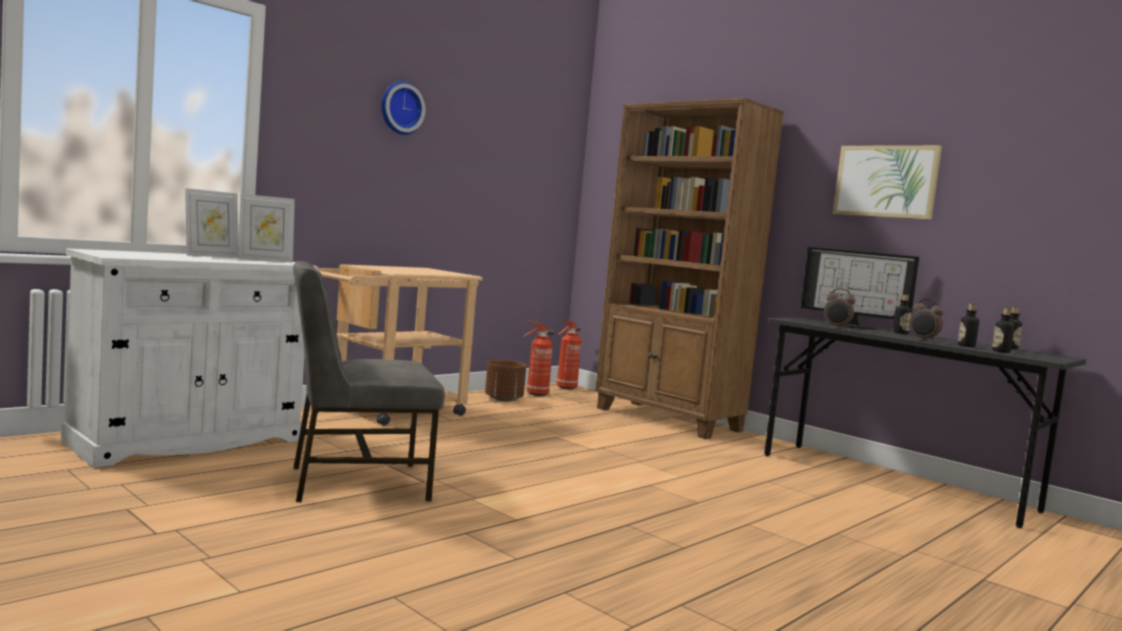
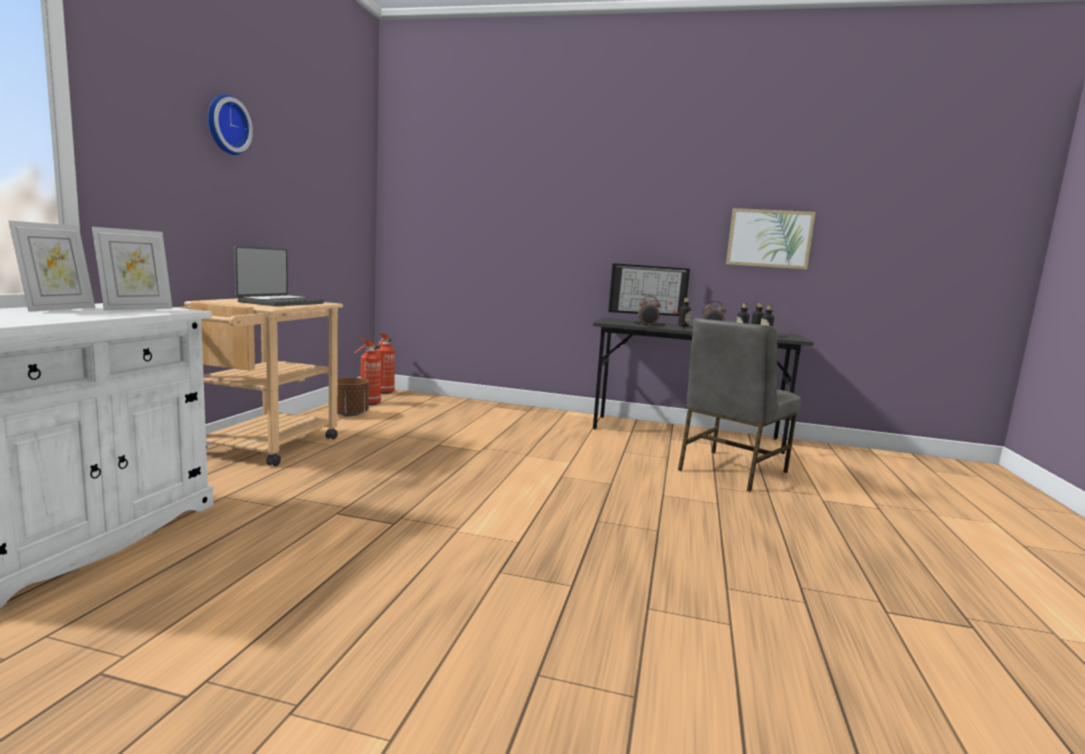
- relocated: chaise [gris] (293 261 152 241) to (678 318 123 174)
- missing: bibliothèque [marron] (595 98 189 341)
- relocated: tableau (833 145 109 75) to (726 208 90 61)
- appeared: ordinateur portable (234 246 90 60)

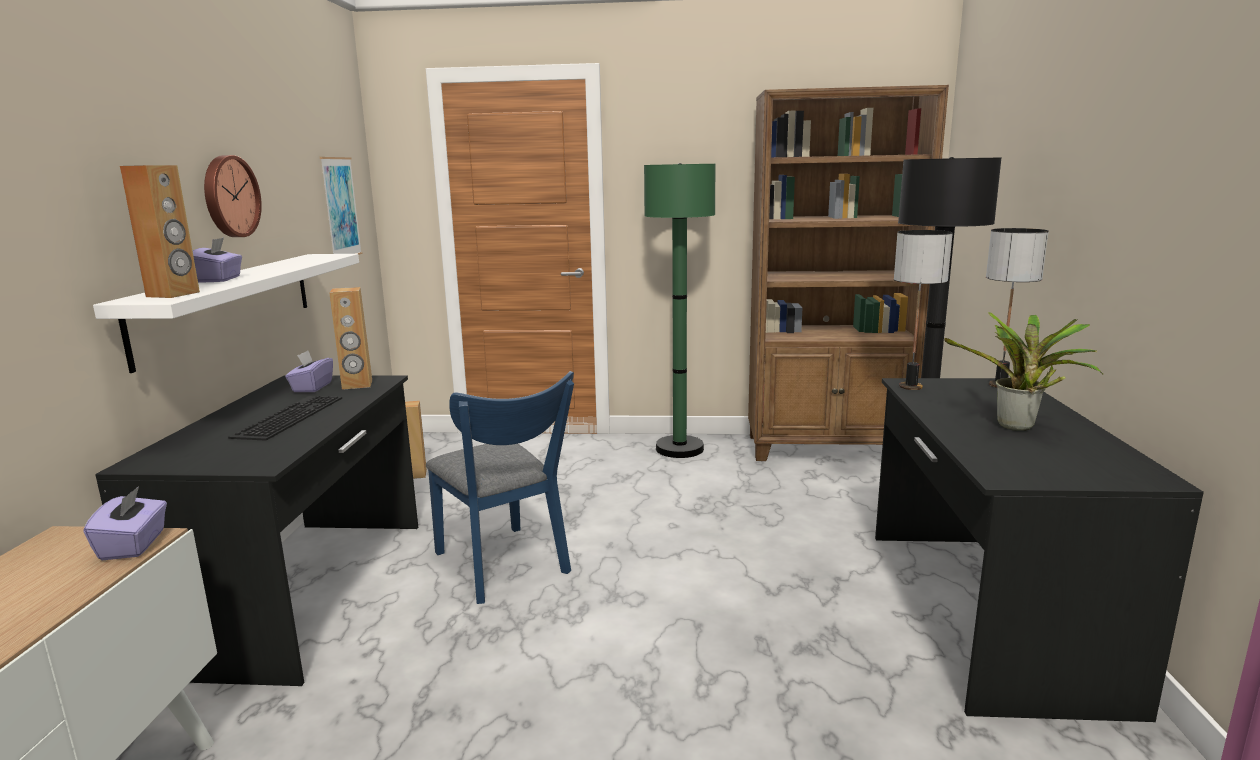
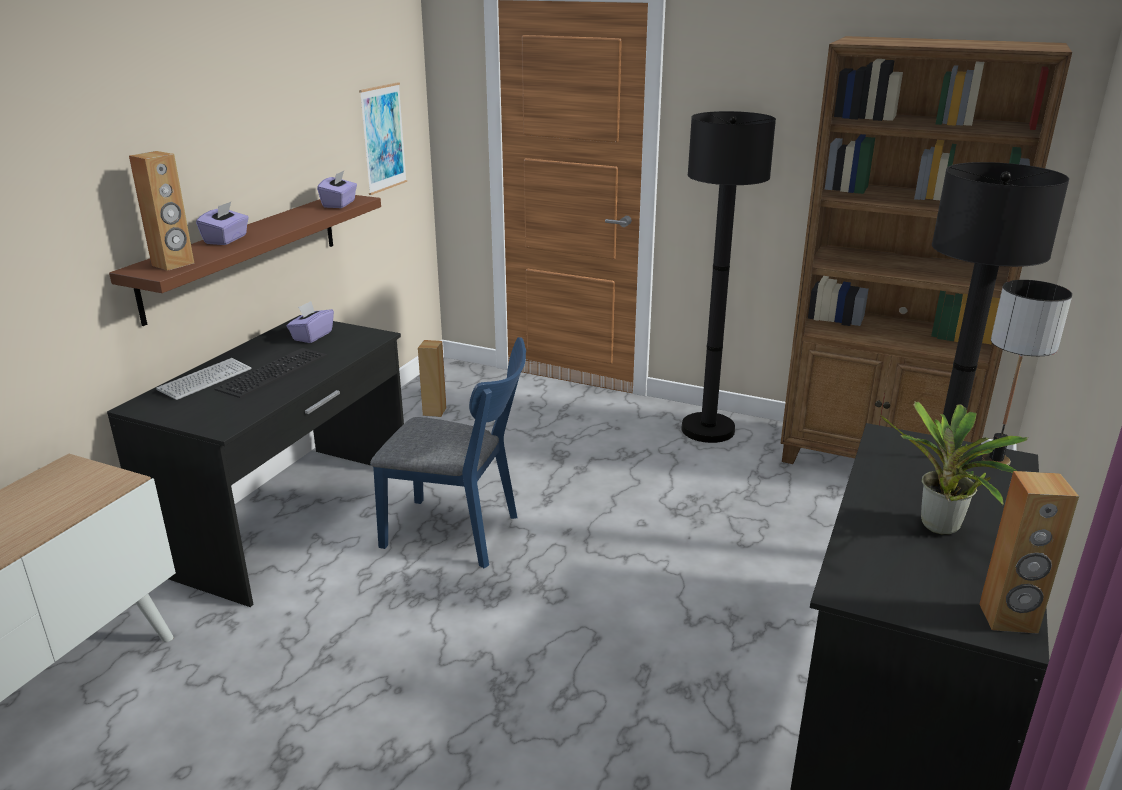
- relocated: boîte à mouchoirs [violet] (83 486 84 74) to (317 171 40 37)
- colour: étagère [blanc] (93 254 266 119) to étagère [marron] (109 195 272 131)
- missing: horloge murale (204 155 58 82)
- relocated: enceinte [marron] (329 287 43 103) to (979 471 100 163)
- spun: chaise [bleu] (426 371 148 233) = (370 337 156 231) 60 degrees counterclockwise
- colour: lampadaire [vert] (644 163 71 295) to lampadaire [noir] (681 111 95 332)
- missing: lampe de table (894 230 59 160)
- appeared: clavier (156 358 95 42)

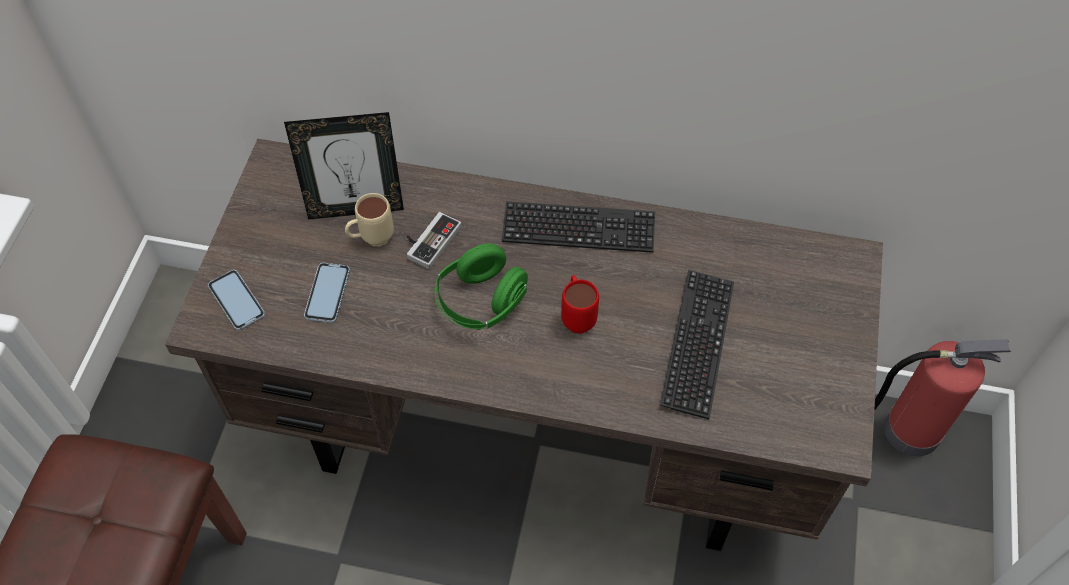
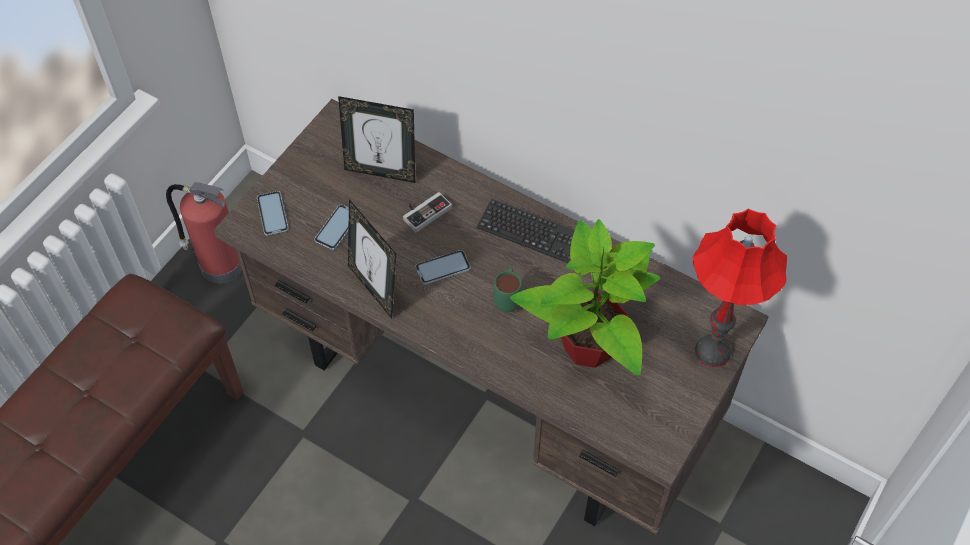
- missing: mug [beige] (345 193 49 53)
- exchanged: casque audio [vert] (435 243 93 87) to téléphone (415 250 56 34)
- colour: mug [rouge] (561 275 38 59) to mug [vert] (494 268 28 45)
- exchanged: clavier (660 270 74 149) to plante en pot (510 219 151 157)
- relocated: extincteur (874 339 137 118) to (166 182 76 101)
- appeared: cadre photo (348 199 48 119)
- appeared: lampe de table [rouge] (693 208 94 159)

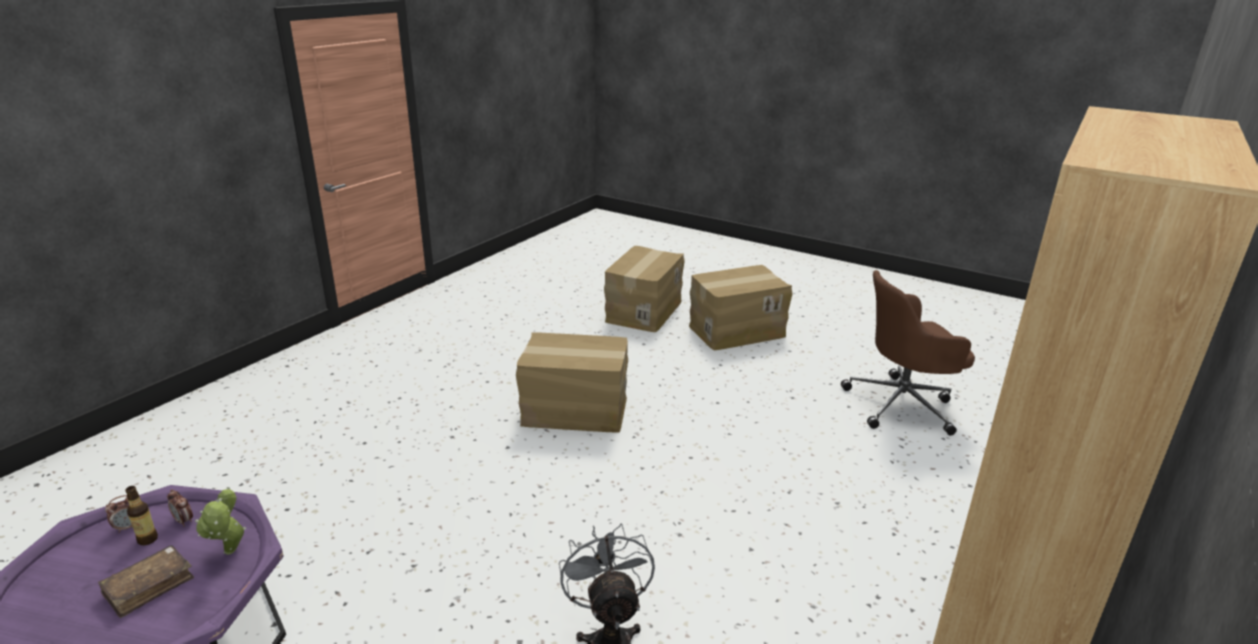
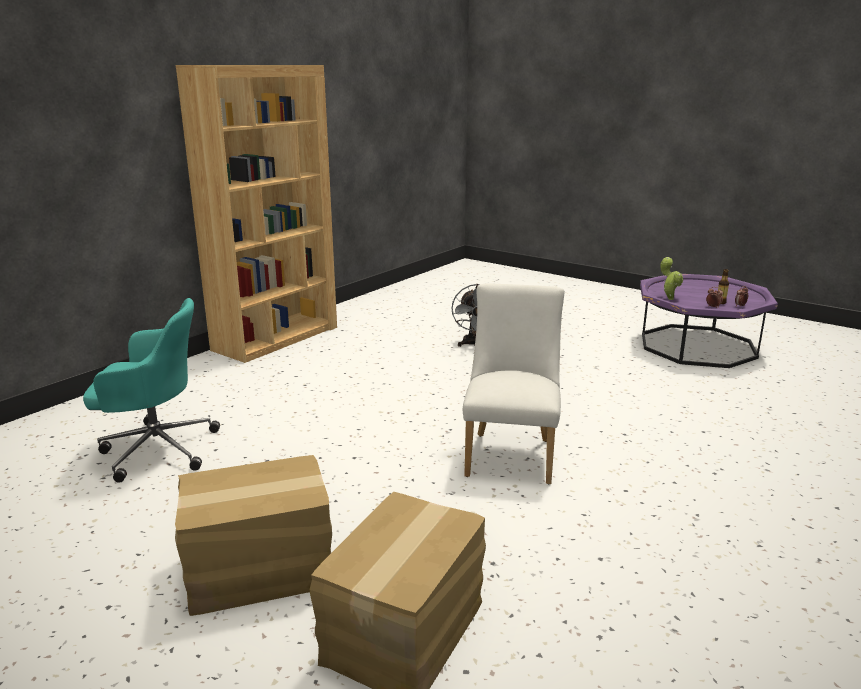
- missing: livre [marron] (98 545 96 73)
- exchanged: carton (516 332 112 101) to chaise [blanc] (463 284 102 200)
- colour: chaise de bureau [marron] (841 270 134 165) to chaise de bureau [turquoise] (83 298 137 185)

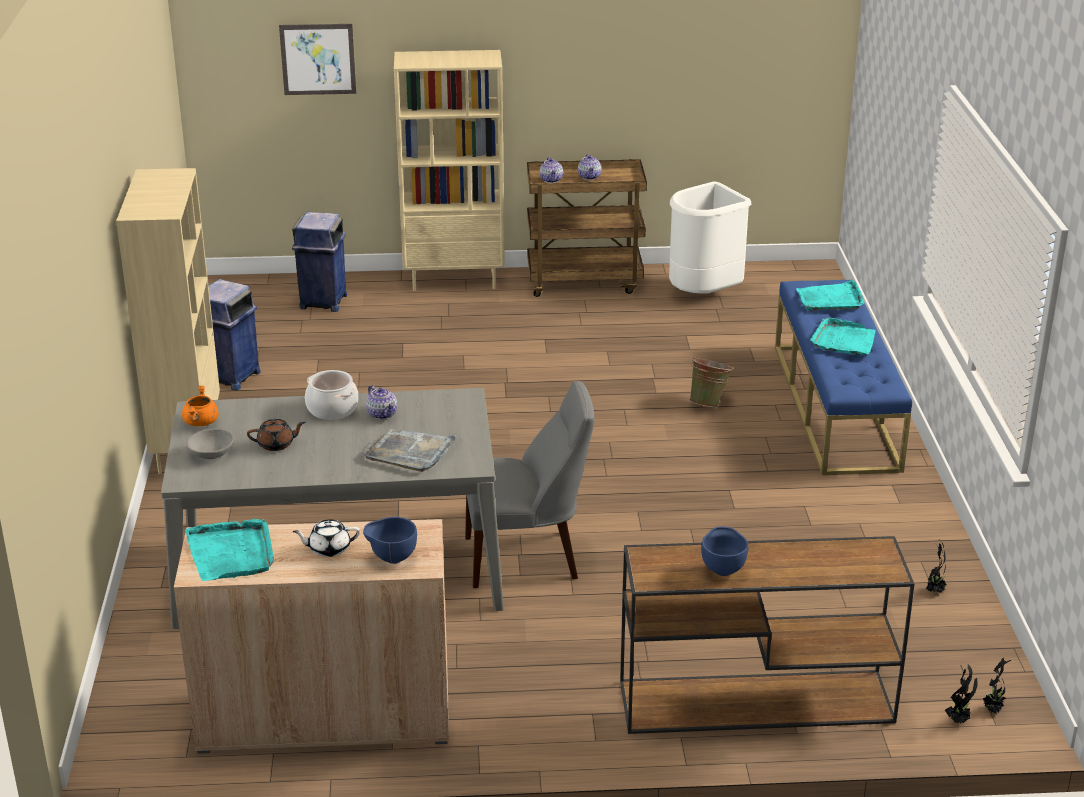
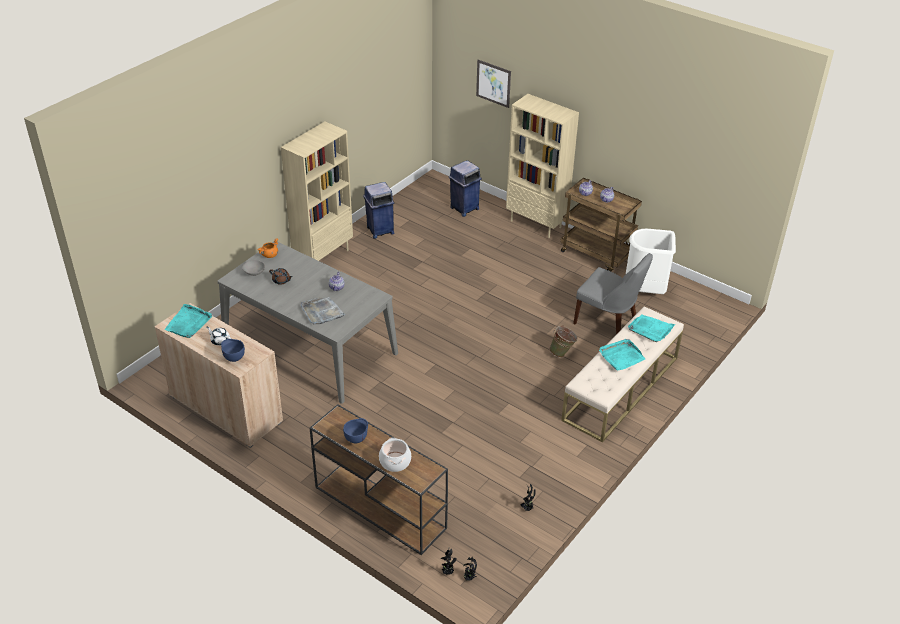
- relocated: marmite (305 370 54 50) to (379 438 32 34)
- relocated: chaise [gris] (465 381 130 207) to (573 253 80 81)
- colour: banc [bleu] (775 280 137 195) to banc [beige] (561 306 123 136)

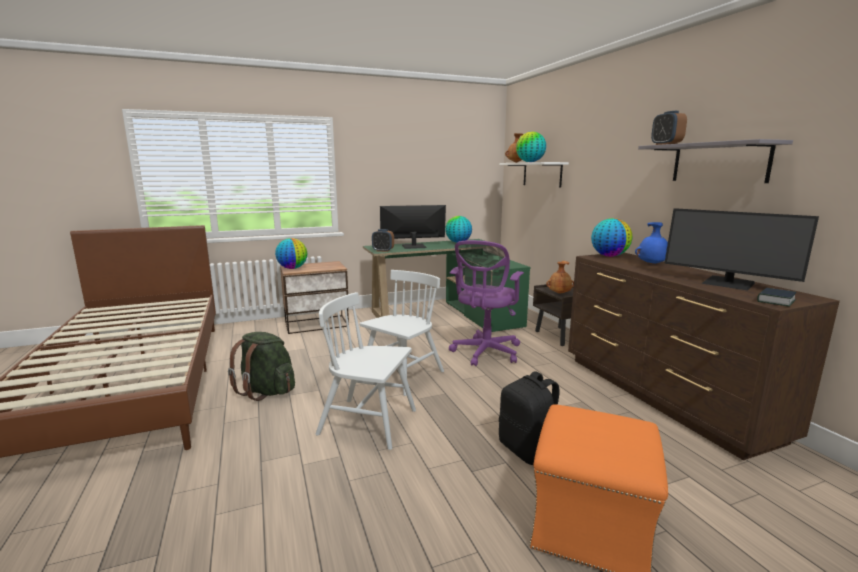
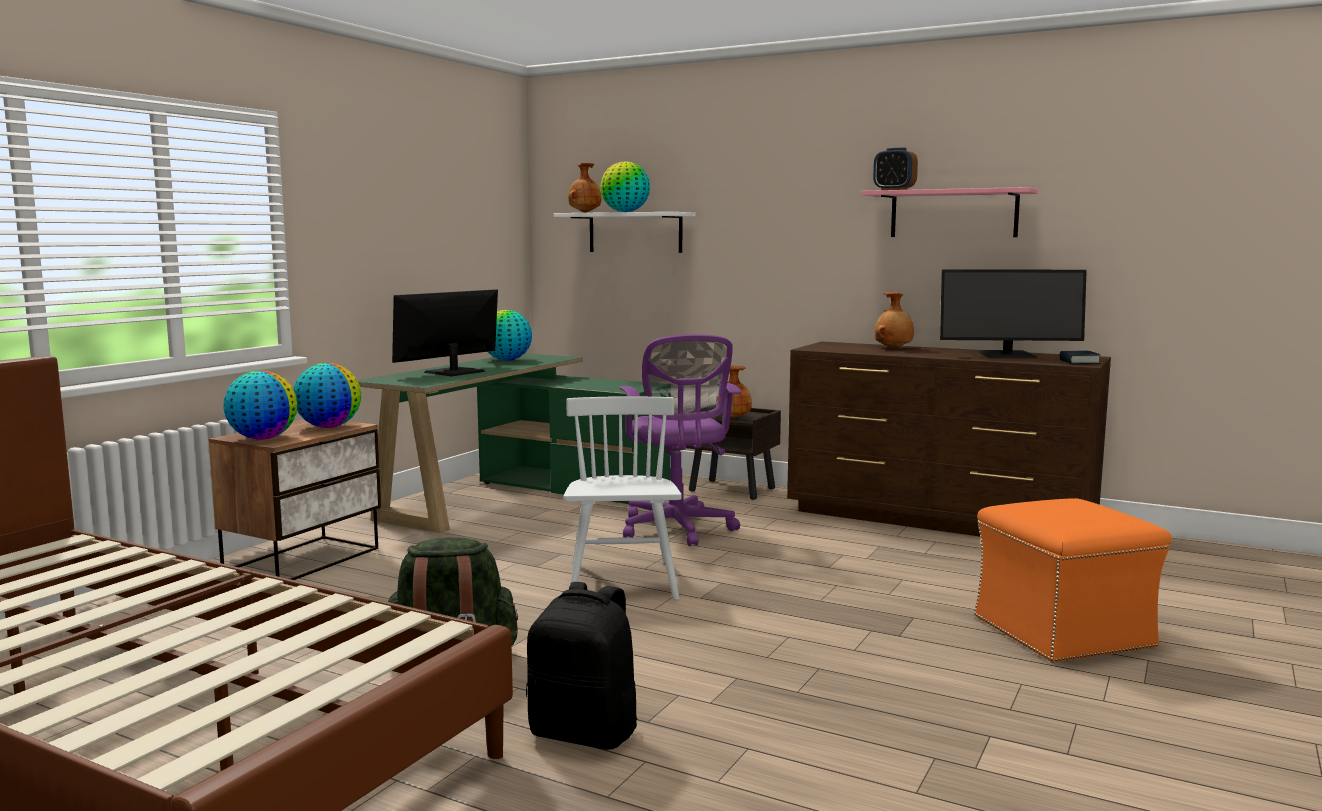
- missing: chaise [blanc] (315 292 101 158)
- missing: réveil (372 229 22 23)
- relocated: sac à dos [noir] (499 371 61 94) to (526 582 111 168)
- relocated: globe (591 218 41 39) to (293 363 68 65)
- colour: vase [bleu] (635 222 33 43) to vase [marron] (874 292 40 57)
- colour: étagère [gris] (638 139 155 44) to étagère [rose] (861 187 178 50)

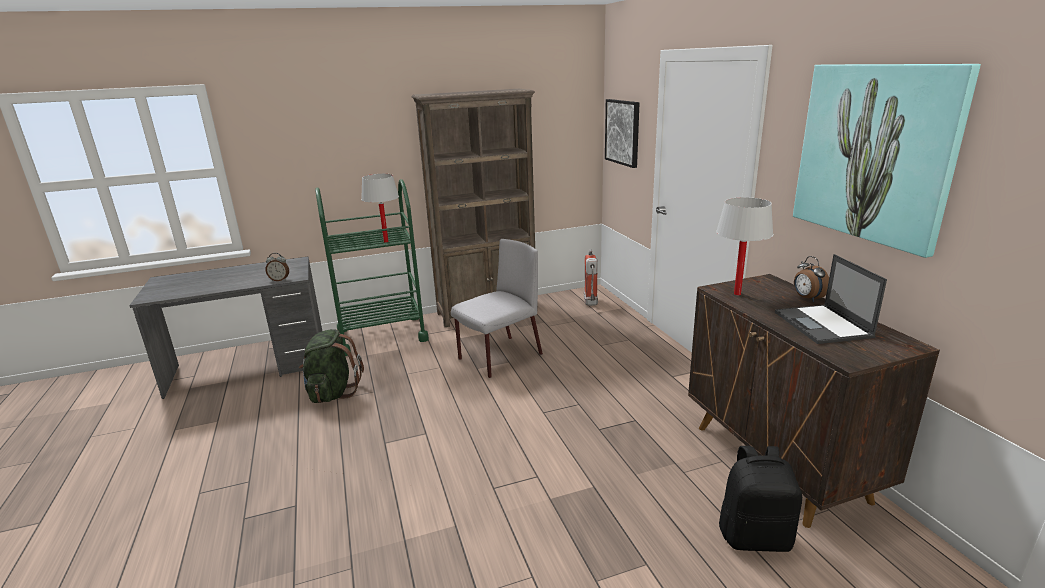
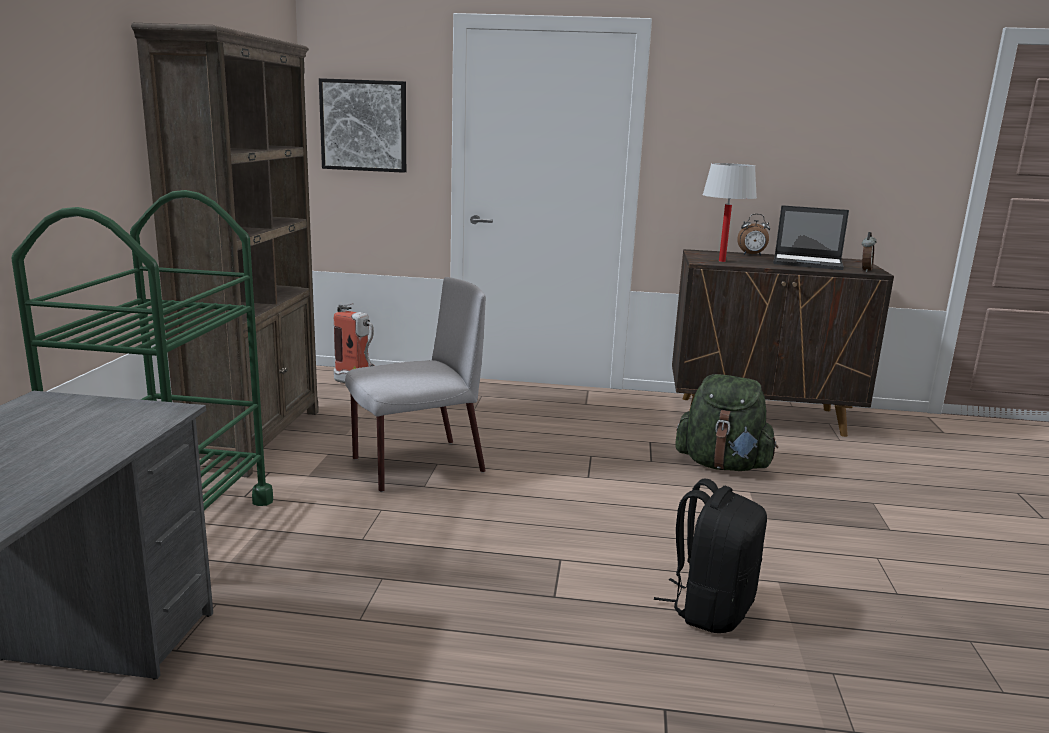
- relocated: réveil (266 253 23 28) to (862 232 15 40)
- relocated: sac à dos [vert] (299 329 65 74) to (675 374 103 97)
- missing: lampe de table [blanc] (361 174 38 69)
- spun: chaise [gris] (451 239 92 139) = (345 277 141 215) 75 degrees clockwise
- relocated: sac à dos [noir] (719 446 83 106) to (654 478 113 155)
- missing: tableau (793 64 188 194)

